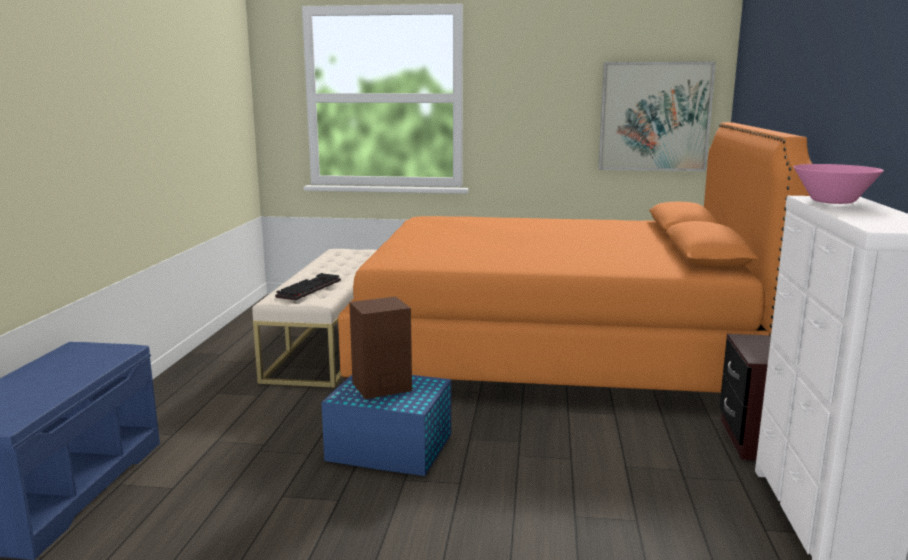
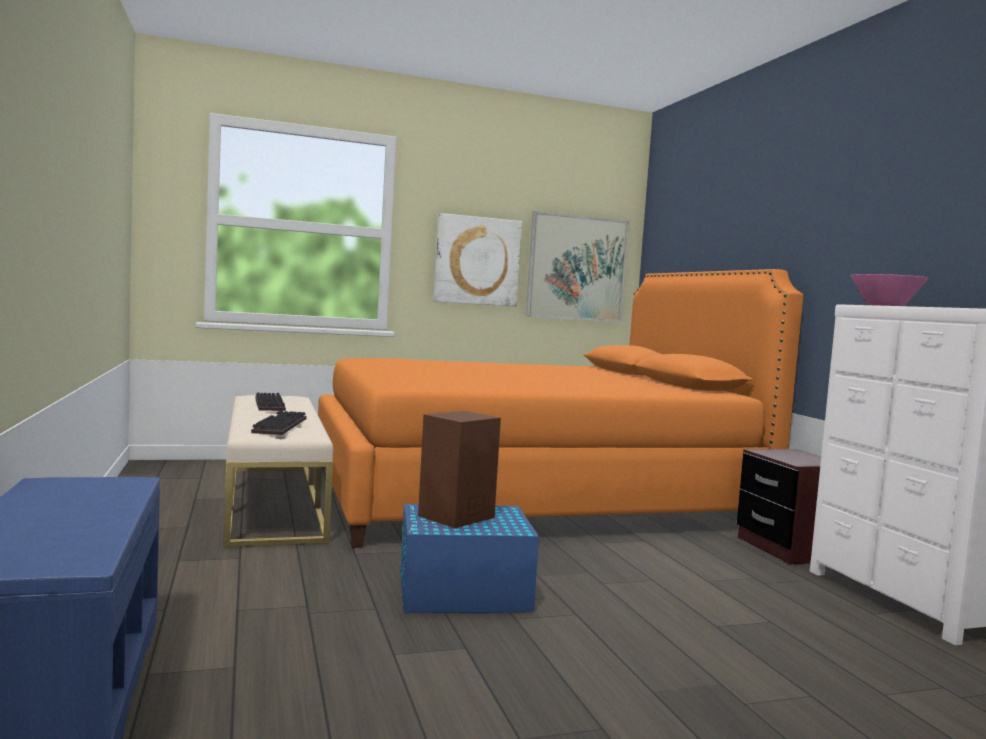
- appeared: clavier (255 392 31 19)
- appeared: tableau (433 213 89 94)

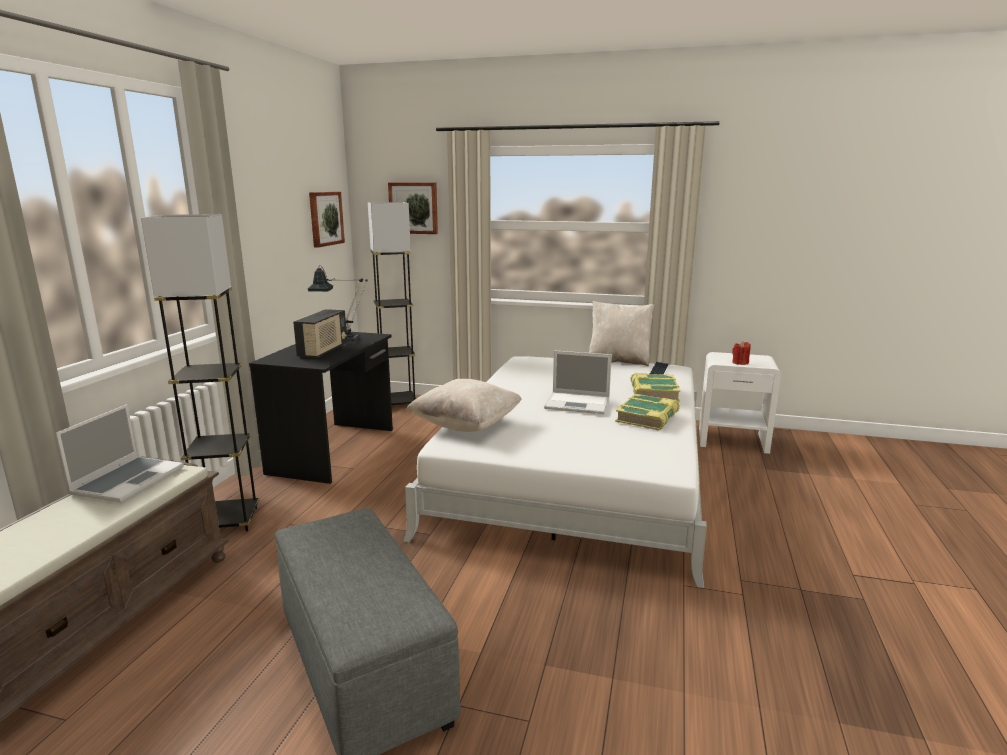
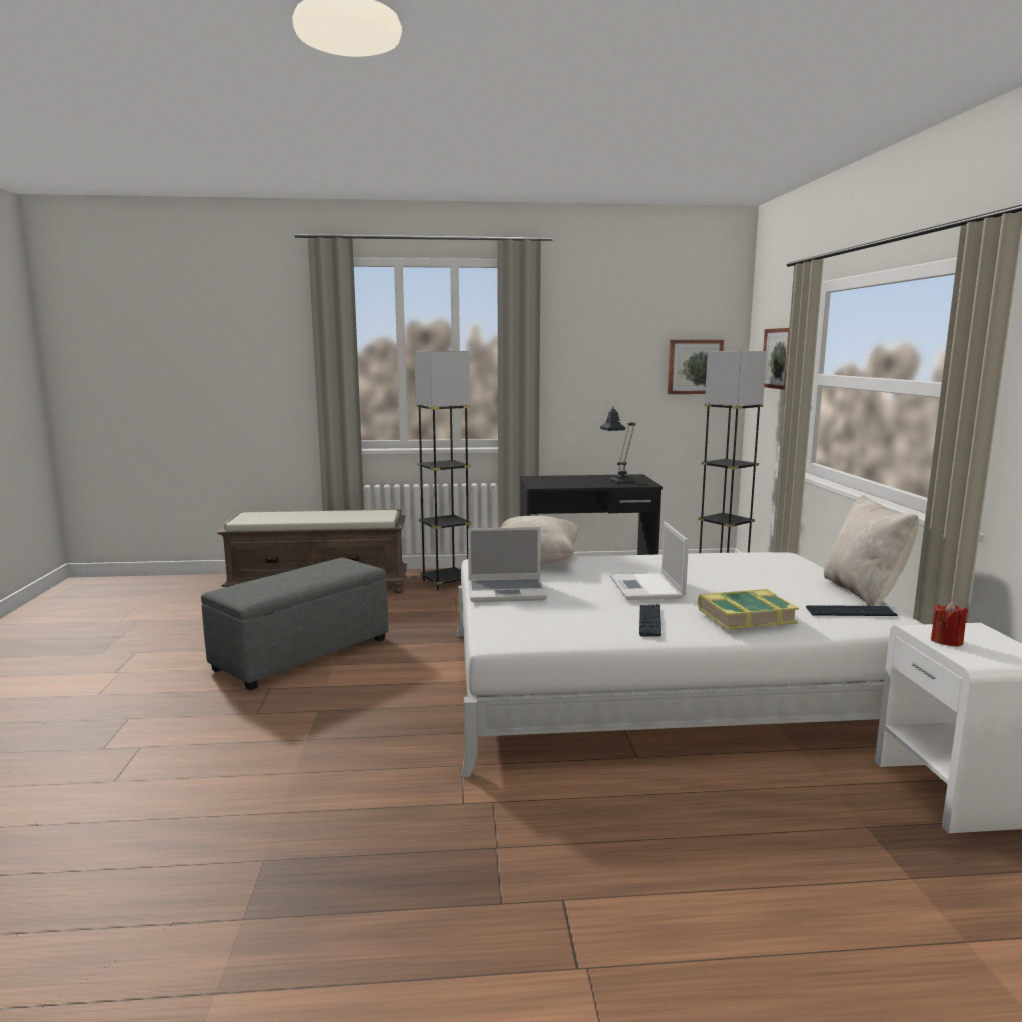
- relocated: ordinateur portable (56 404 128 98) to (468 527 79 75)
- missing: radio (293 309 54 49)
- exchanged: livre (615 394 65 36) to clavier (639 604 22 32)

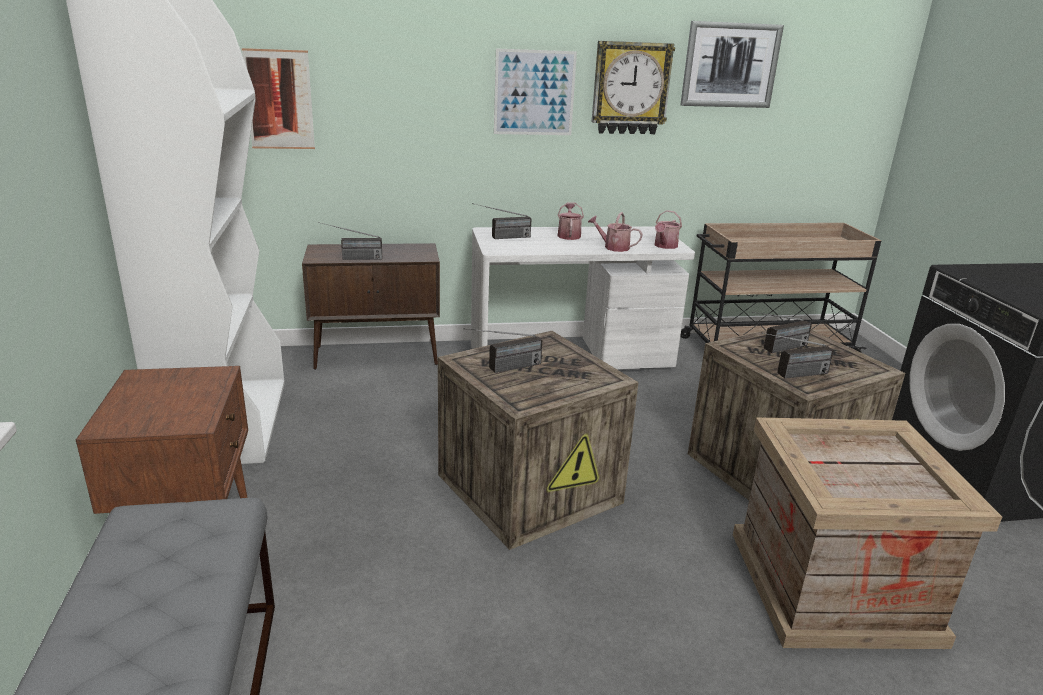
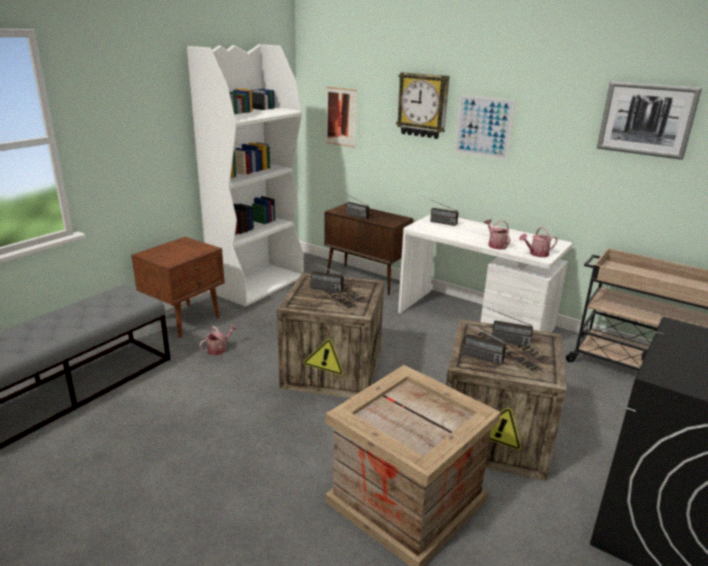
- relocated: arrosoir (558 202 26 38) to (199 324 38 31)
- relocated: horloge murale (592 41 83 93) to (396 72 53 67)

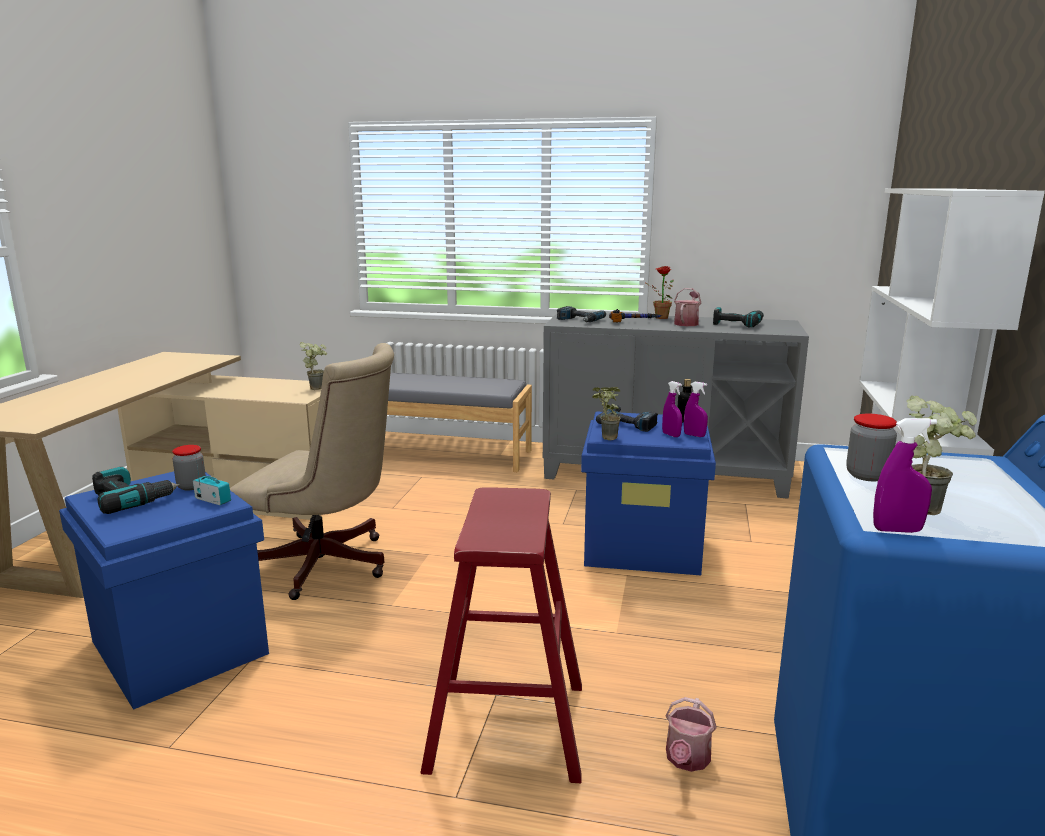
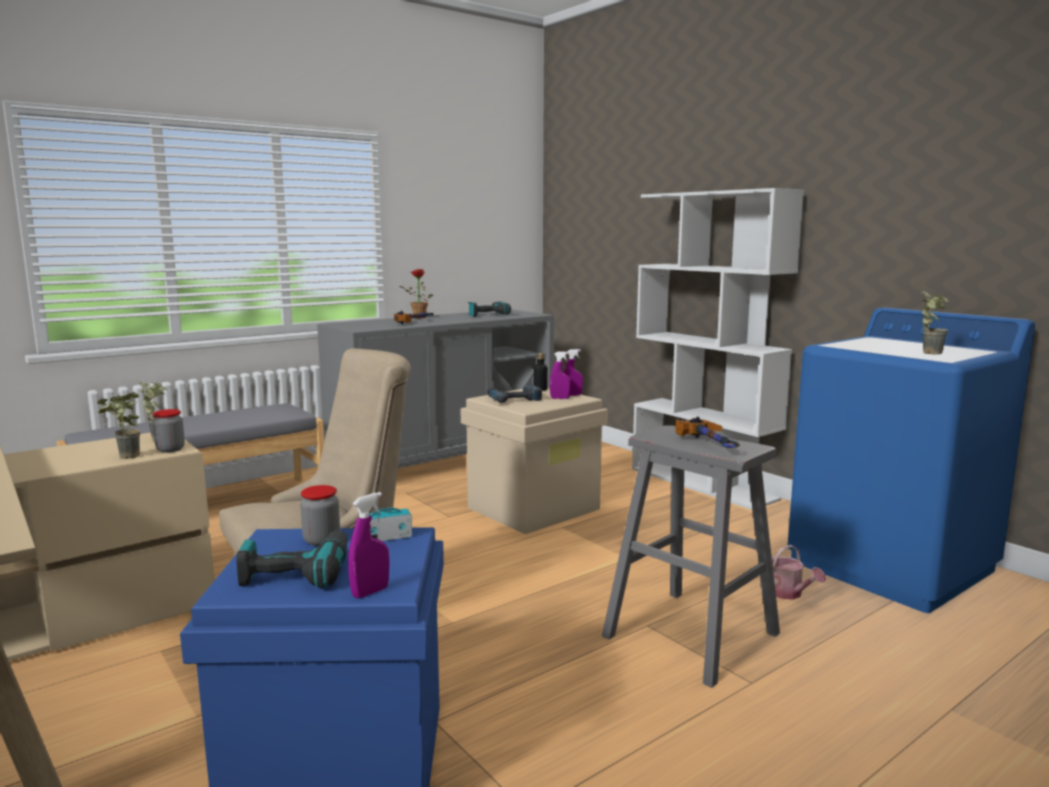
- colour: tabouret [rouge] (420 487 162 296) to tabouret [gris] (602 425 178 263)
- missing: perceuse (556 306 50 16)
- colour: boîte de rangement [bleu] (581 411 135 164) to boîte de rangement [beige] (461 387 147 147)
- relocated: plante en pot (592 387 29 53) to (97 392 44 67)
- missing: arrosoir (674 288 27 38)
- relocated: bocal (846 414 51 67) to (153 409 32 44)
- relocated: vaporisateur [violet] (873 418 64 115) to (348 492 42 106)
- appeared: marteau (675 417 65 31)

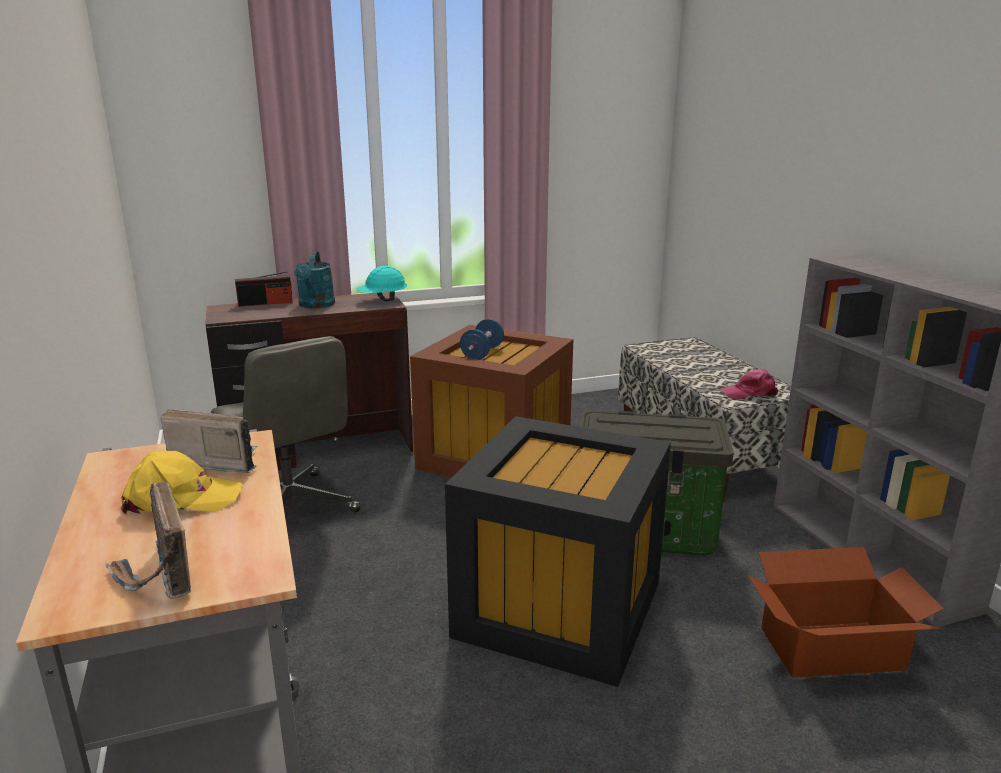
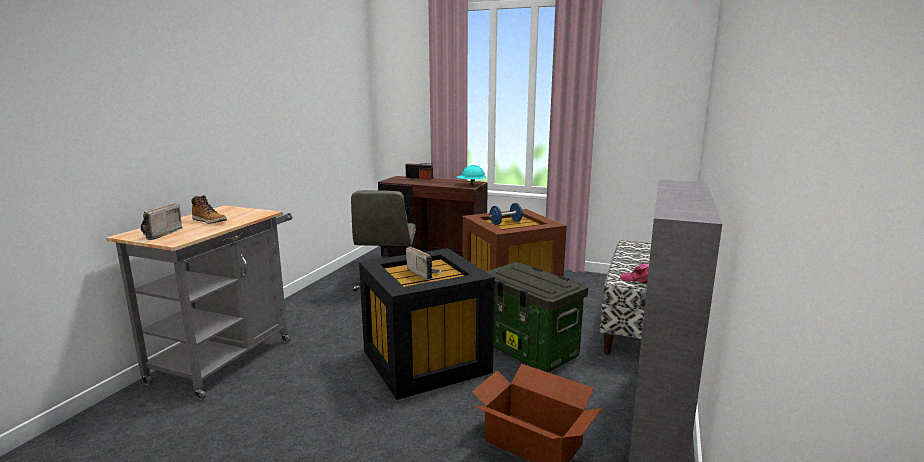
- exchanged: casquette [jaune] (121 451 120 65) to botte (191 195 36 29)
- relocated: radio (161 409 96 64) to (406 246 36 34)
- missing: arrosoir [turquoise] (294 252 41 57)

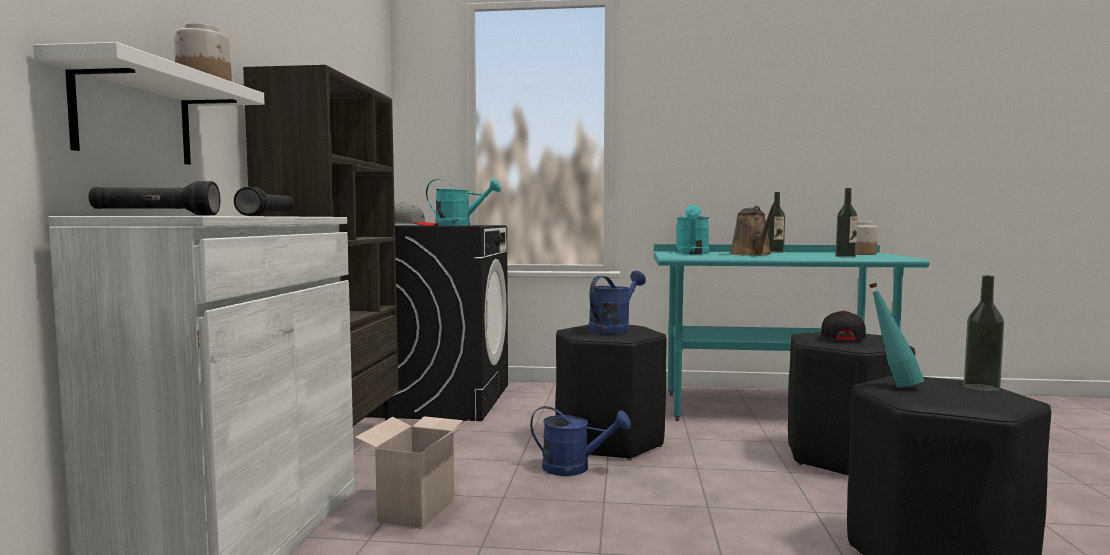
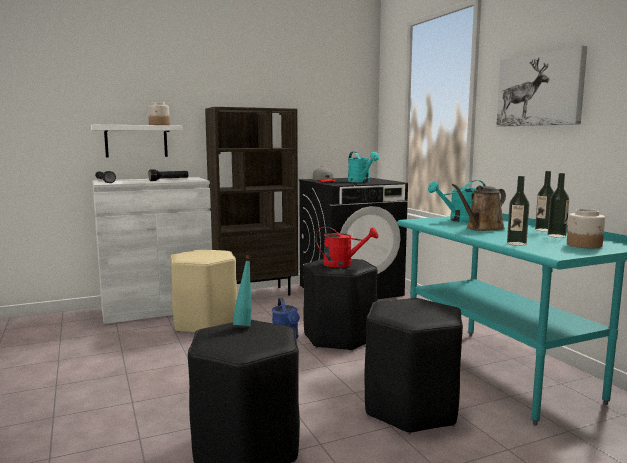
- exchanged: carton (355 416 116 113) to tabouret [beige] (170 249 67 83)
- colour: arrosoir [bleu] (588 271 58 63) to arrosoir [rouge] (316 227 62 40)
- missing: casquette [noir] (821 311 45 29)
- relocated: bouteille (964 275 40 117) to (547 173 22 65)
- appeared: tableau (496 46 91 81)

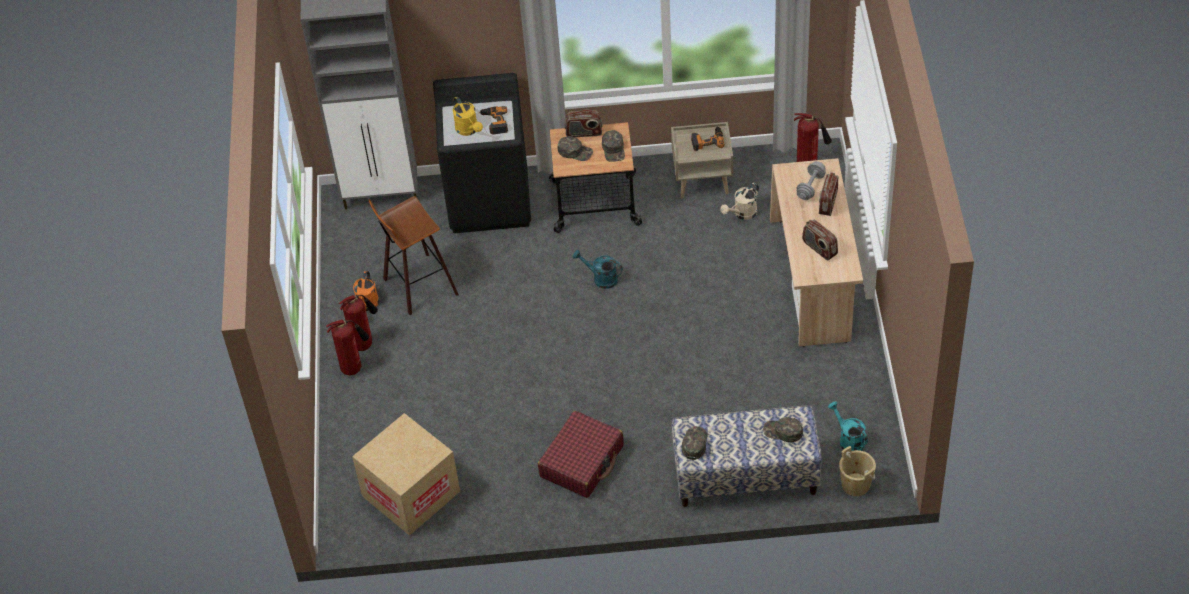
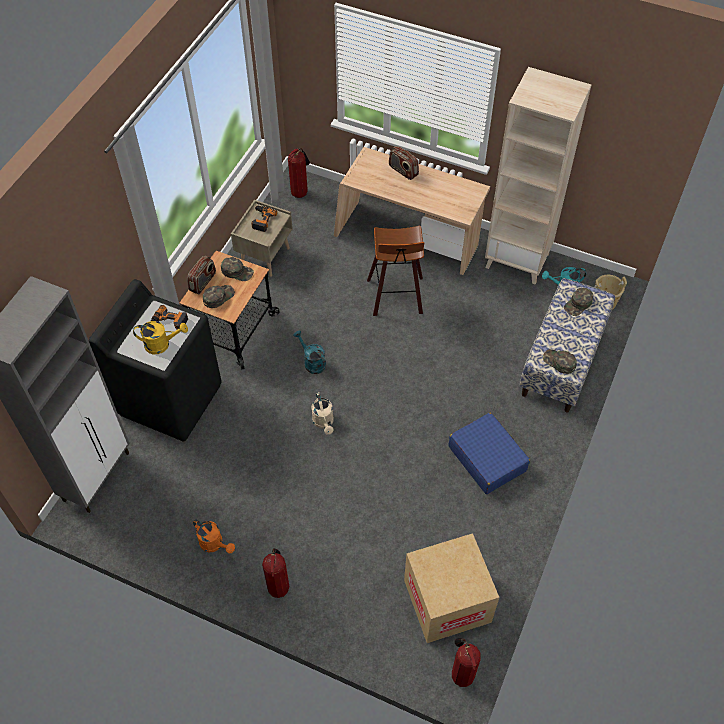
- relocated: extincteur (339 295 39 56) to (452 638 29 49)
- relocated: tabouret (368 196 91 119) to (367 226 57 90)
- colour: valise [rouge] (538 411 86 87) to valise [bleu] (449 413 81 81)
- spun: arrosoir [turquoise] (573 250 50 39) = (293 330 33 44) 90 degrees clockwise
- relocated: arrosoir [beige] (721 183 38 37) to (311 393 23 42)
- missing: haltère [gris] (797 161 29 39)
- missing: radio (802 220 36 40)
- appeared: bibliothèque [beige] (485 67 107 218)

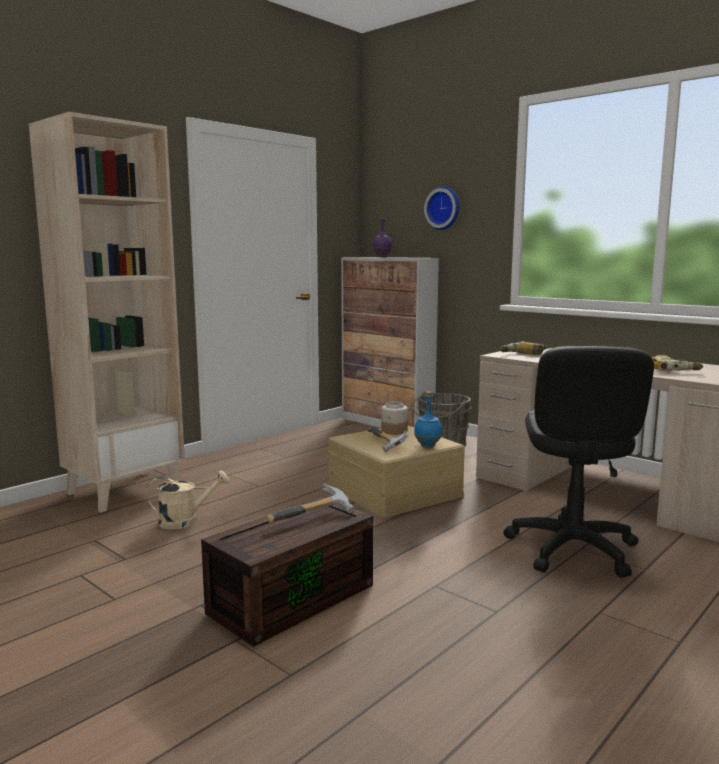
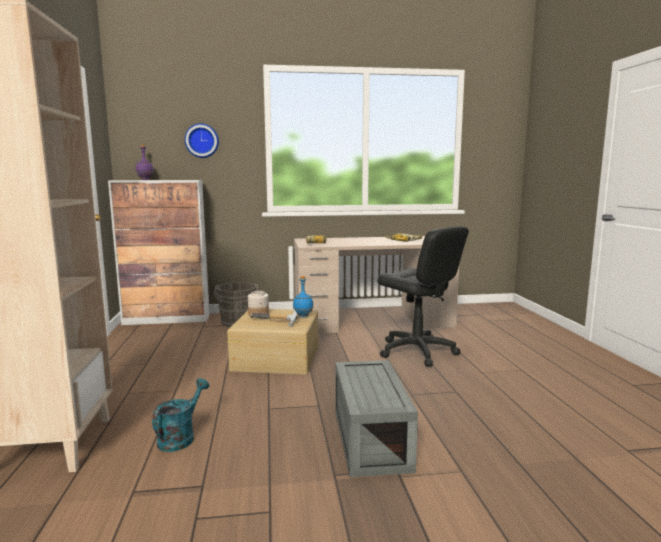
- colour: arrosoir [beige] (147 470 82 60) to arrosoir [turquoise] (152 378 57 74)
- colour: boîte de rangement [marron] (201 497 172 150) to boîte de rangement [gris] (335 360 83 117)
- missing: marteau (266 483 89 41)

